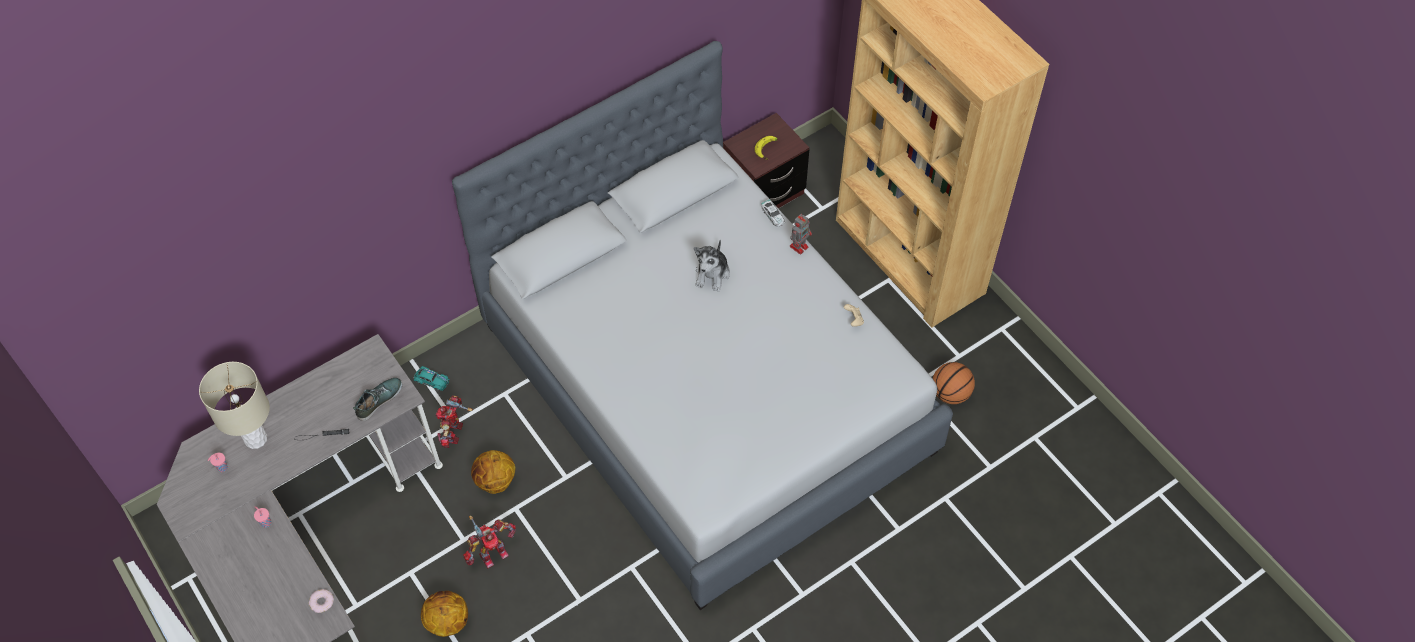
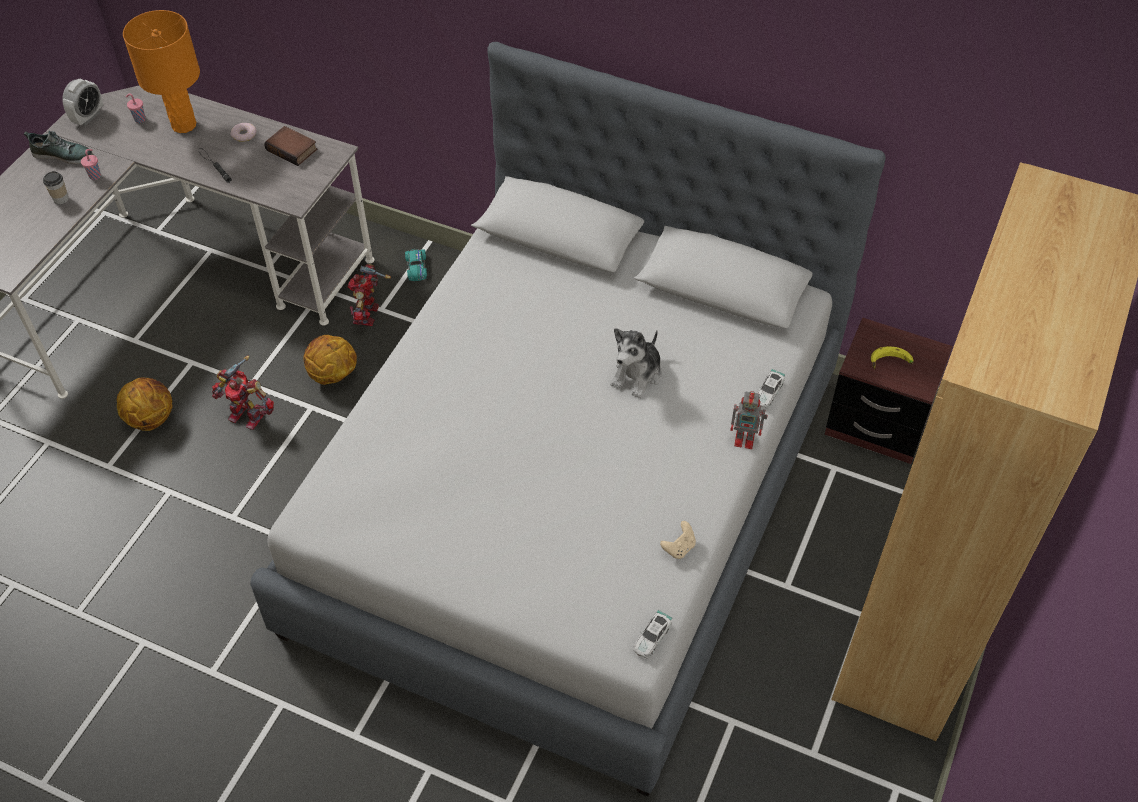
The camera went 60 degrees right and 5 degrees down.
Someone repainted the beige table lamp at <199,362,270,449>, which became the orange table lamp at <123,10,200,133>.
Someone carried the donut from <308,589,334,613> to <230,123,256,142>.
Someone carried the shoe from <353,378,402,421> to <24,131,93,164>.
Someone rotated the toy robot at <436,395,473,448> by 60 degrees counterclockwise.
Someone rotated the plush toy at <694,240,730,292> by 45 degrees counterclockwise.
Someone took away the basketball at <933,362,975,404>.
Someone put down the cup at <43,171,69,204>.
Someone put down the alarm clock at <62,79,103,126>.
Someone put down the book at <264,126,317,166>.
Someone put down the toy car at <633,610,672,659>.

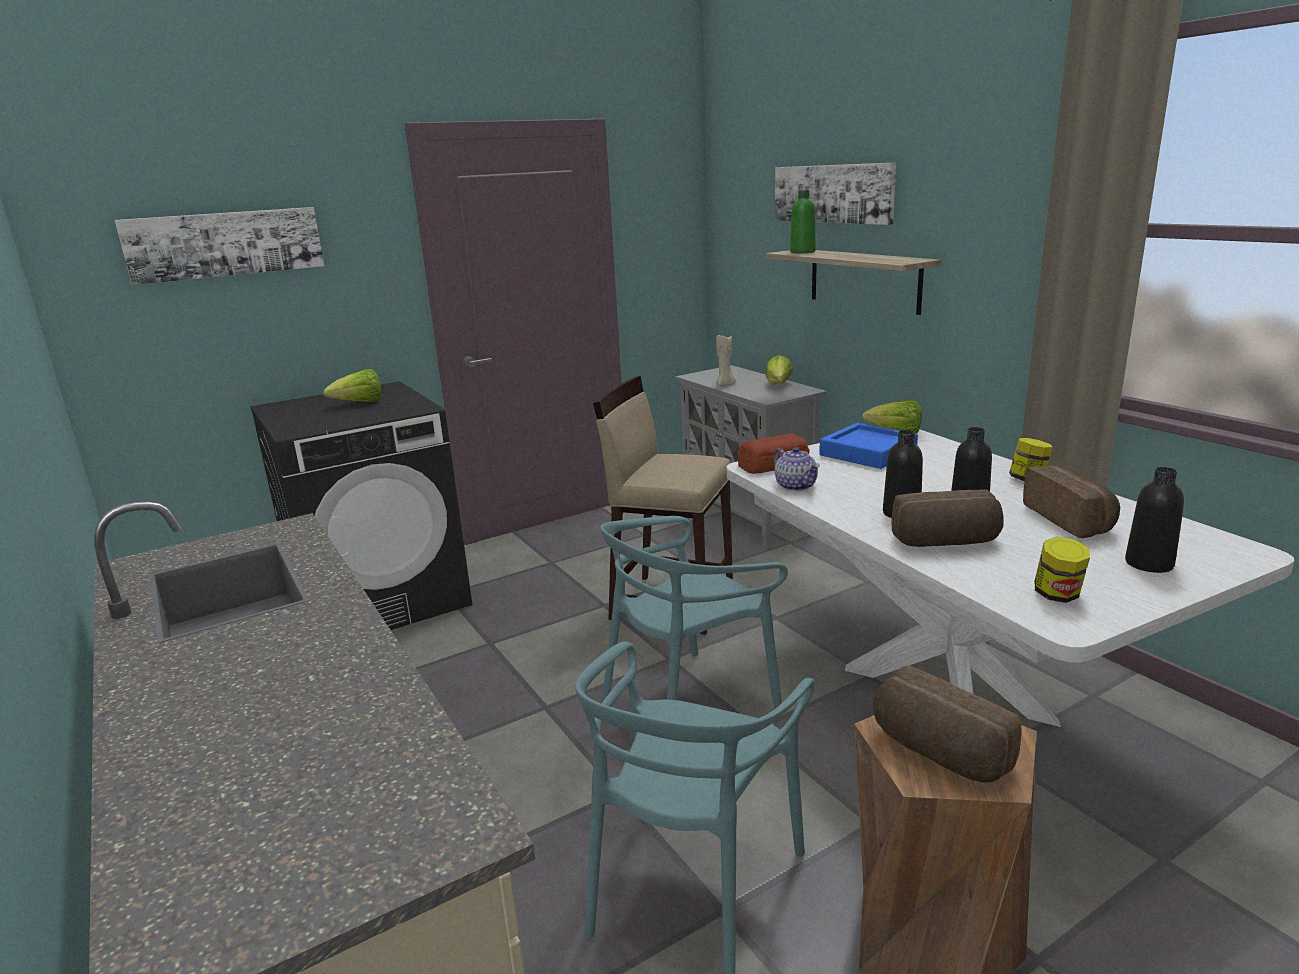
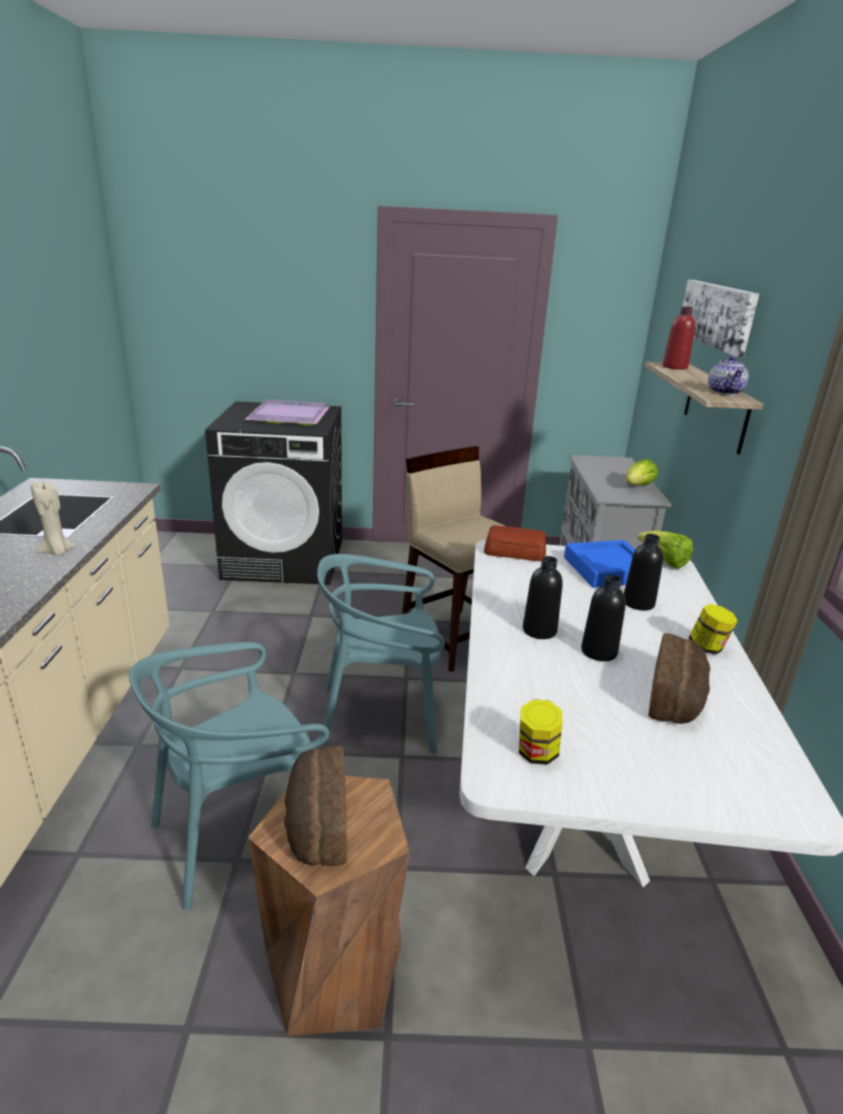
The camera went 30 degrees right and 5 degrees up.
Someone took away the picture at <115,207,324,285>.
Someone swapped the lettuce at <323,369,381,402> for the purple tray at <244,399,329,426>.
Someone carried the beige candle from <716,335,736,386> to <31,482,76,555>.
Someone carried the teapot from <774,447,820,491> to <708,356,749,395>.
Someone repainted the green bottle at <790,190,816,254>, which became the red bottle at <663,306,695,370>.
Someone took away the bread at <892,489,1004,547>.
Someone carried the black bottle from <1125,467,1184,573> to <624,534,663,611>.

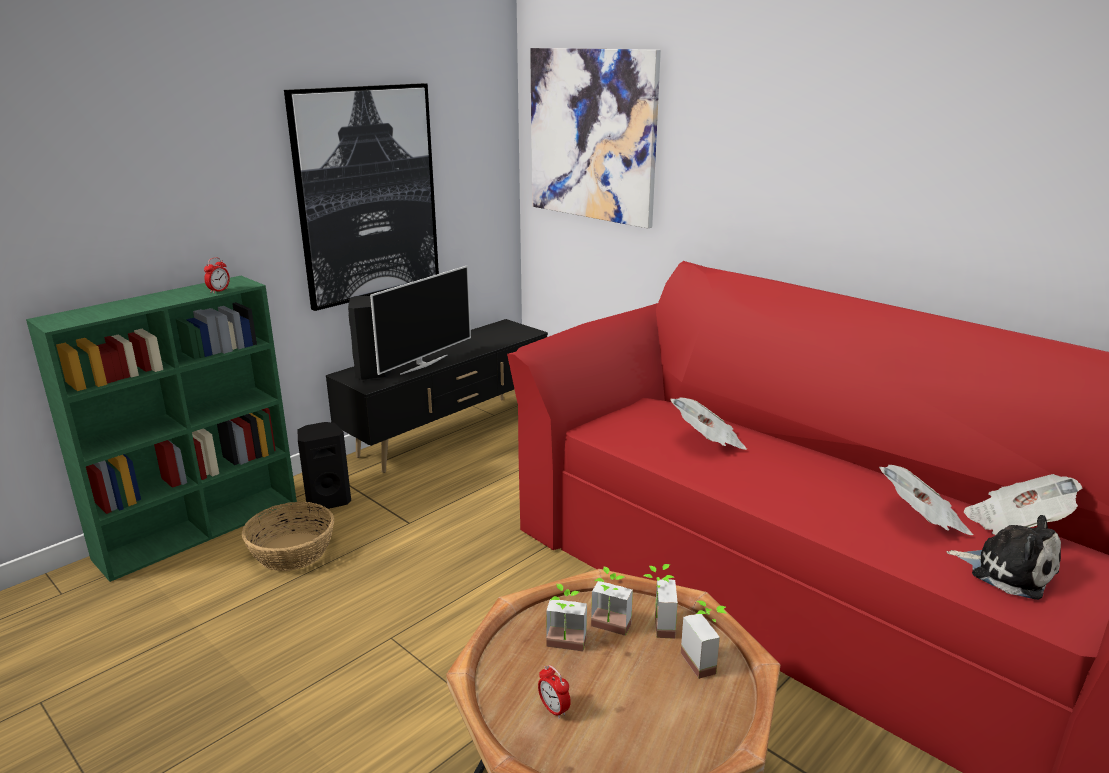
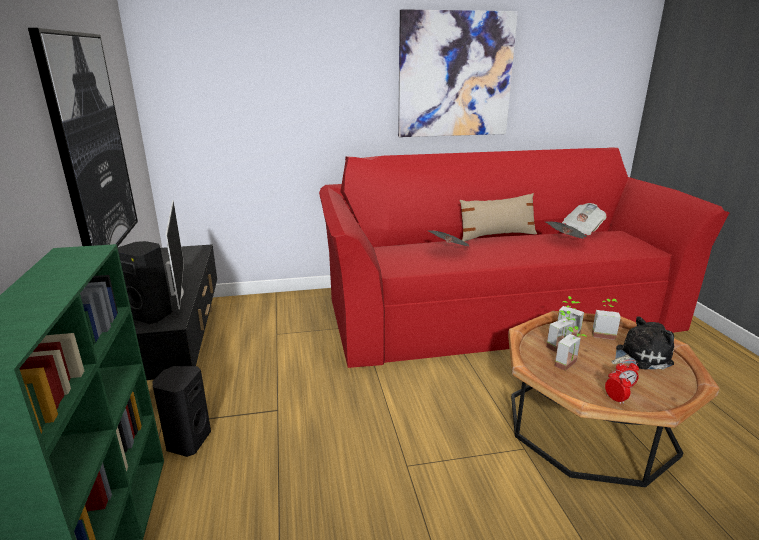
The camera went 55 degrees left and 0 degrees up.
Someone carried the alarm clock from <204,257,230,293> to <605,370,631,405>.
Someone took away the basket at <242,502,334,571>.
Someone carried the picture from <530,48,661,228> to <398,9,518,137>.
Someone carried the plush toy from <947,515,1061,600> to <611,316,674,369>.
Someone put down the beige pillow at <460,193,537,241>.

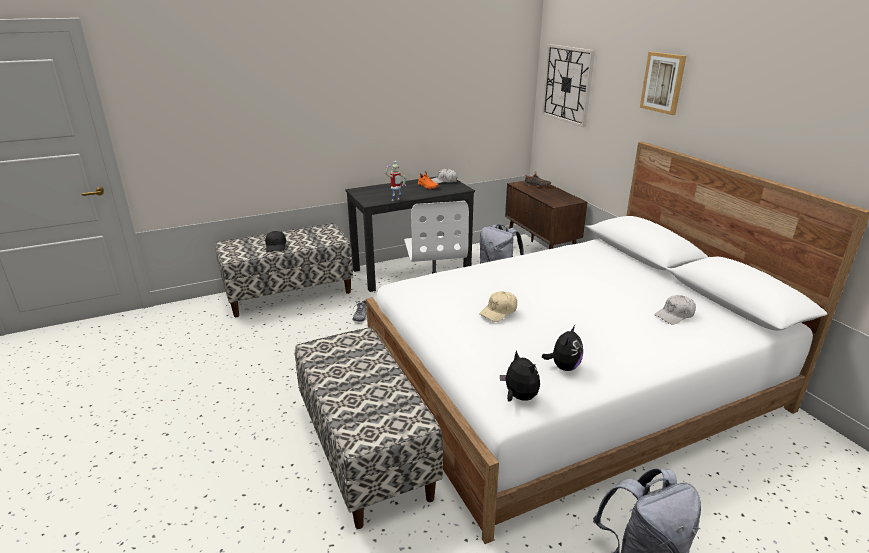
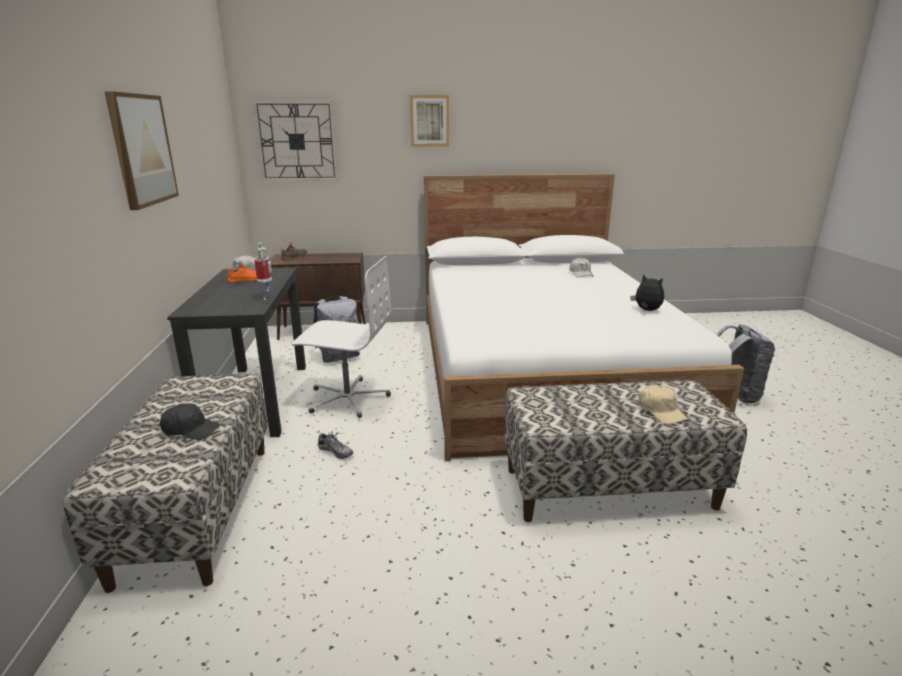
The camera went 70 degrees left and 5 degrees down.
Someone carried the beige cap from <479,291,517,322> to <639,385,688,424>.
Someone took away the plush toy at <500,350,540,402>.
Someone put up the picture at <104,91,179,210>.

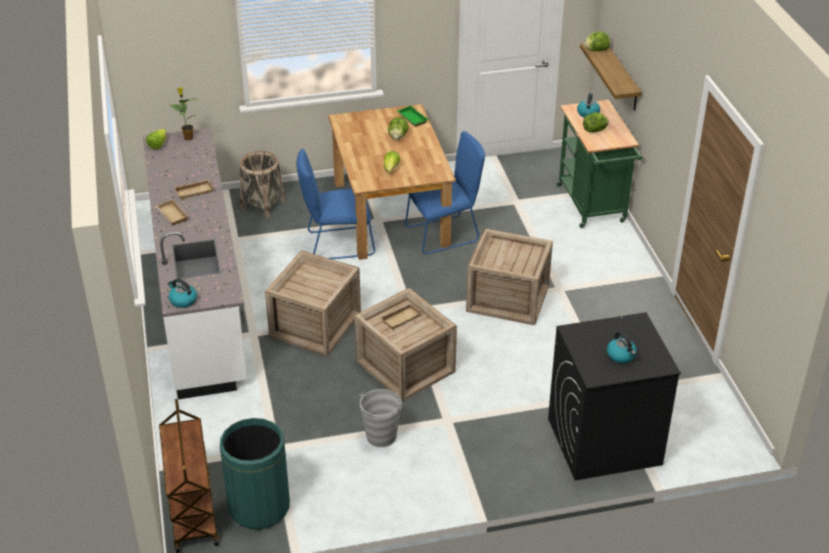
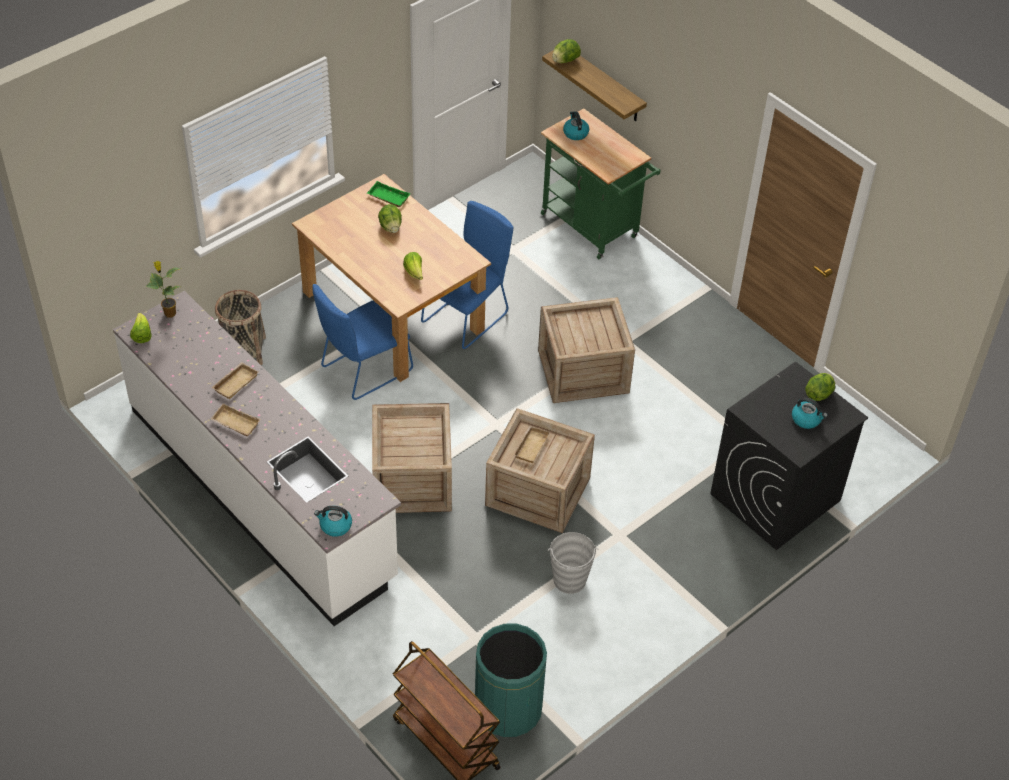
The camera went 30 degrees left and 10 degrees up.
Someone carried the lettuce from <583,112,609,133> to <805,373,835,401>.

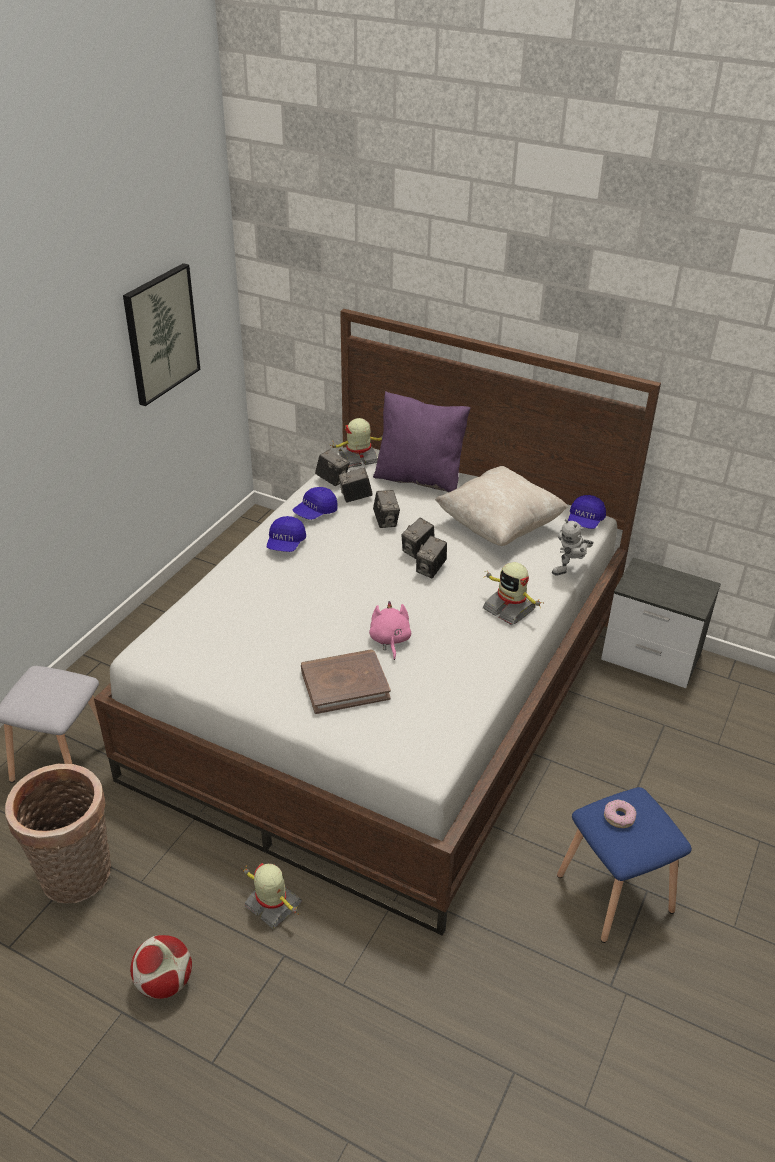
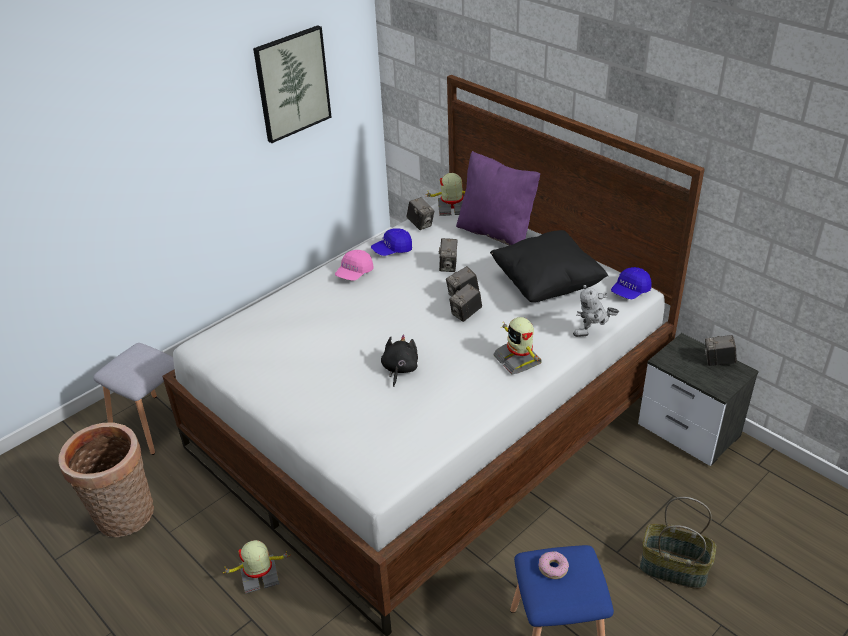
The camera went 20 degrees right and 0 degrees up.
Someone took away the football at <130,935,192,999>.
Someone rotated the toy robot at <241,863,303,929> by 75 degrees counterclockwise.
Someone repainted the blue cap at <267,516,306,552>, which became the pink cap at <335,250,374,280>.
Someone took away the brown book at <301,650,391,714>.
Someone carried the photo camera from <339,467,372,502> to <705,335,737,366>.
Someone repainted the pink plush toy at <369,601,411,660>, which became the black plush toy at <381,335,418,387>.
Someone repainted the beige pillow at <435,466,569,546>, which became the black pillow at <490,230,608,302>.
Someone put down the basket at <640,497,716,589>.

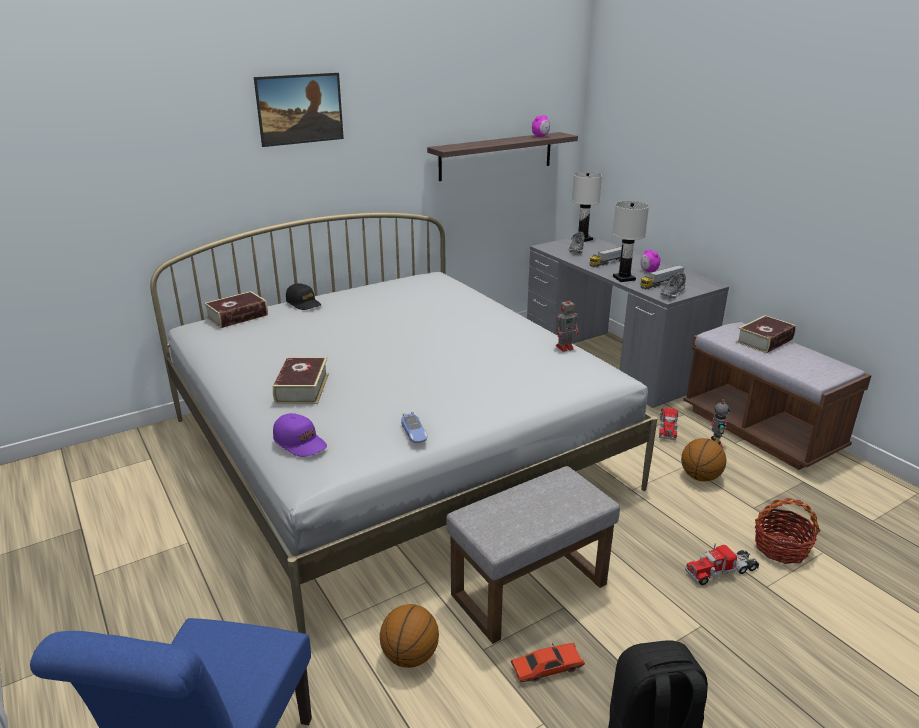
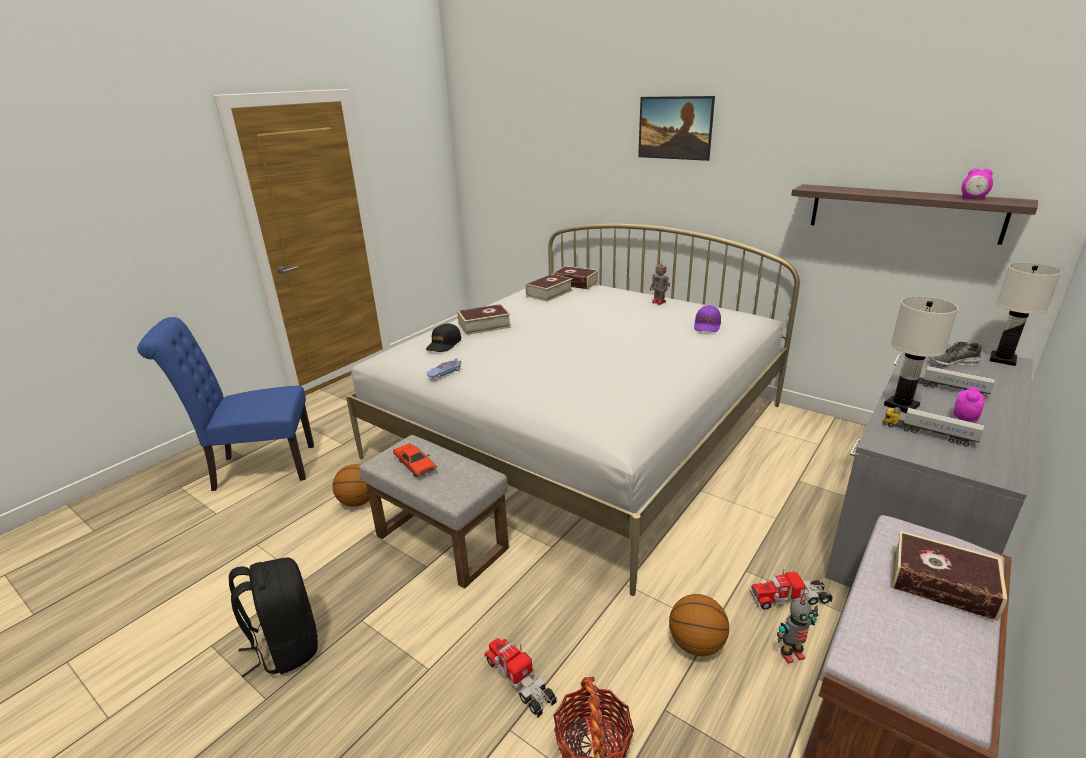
The camera went 70 degrees right and 0 degrees up.
Someone carried the purple cap from <273,413,327,457> to <694,305,721,332>.
Someone carried the black cap from <286,283,321,310> to <426,324,461,352>.
Someone carried the red toy car from <511,643,585,682> to <393,443,437,477>.
Someone carried the toy robot from <556,296,579,352> to <650,260,670,305>.
Someone took away the shoe at <660,273,686,299>.
Someone put down the book at <525,274,573,302>.

